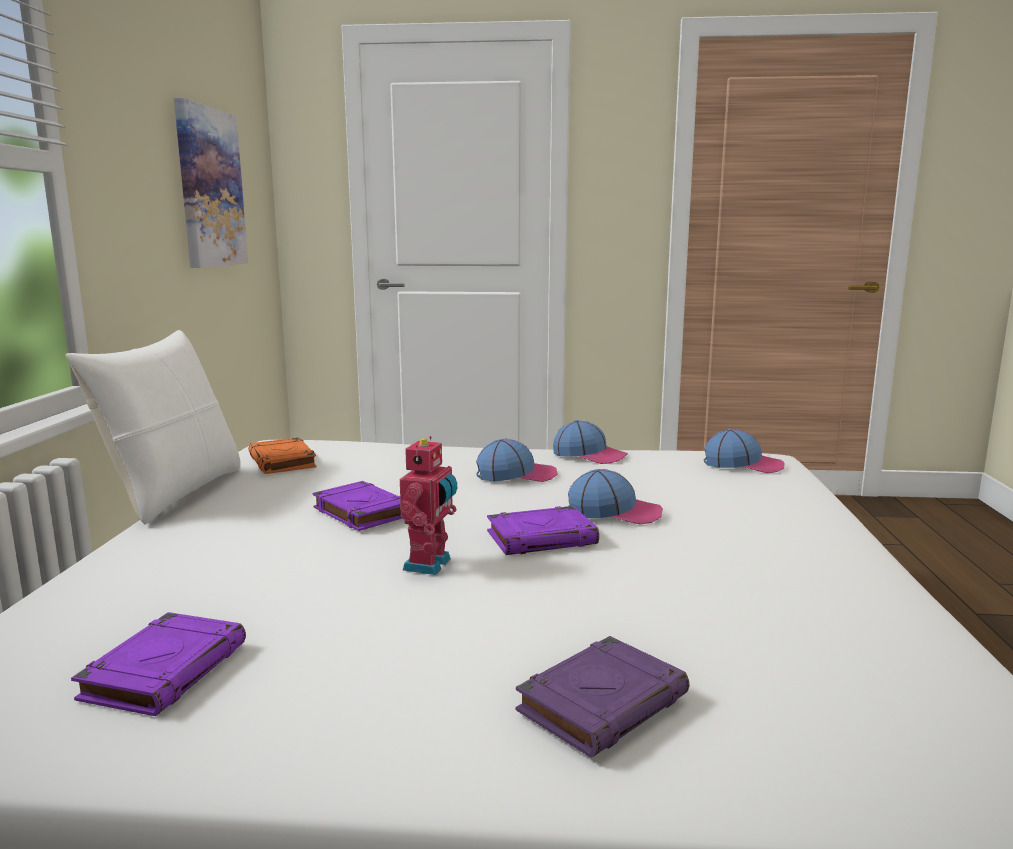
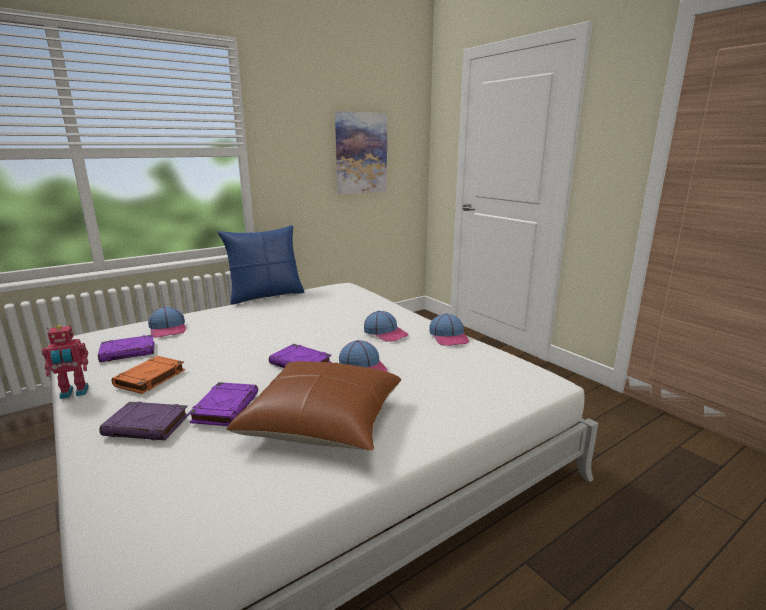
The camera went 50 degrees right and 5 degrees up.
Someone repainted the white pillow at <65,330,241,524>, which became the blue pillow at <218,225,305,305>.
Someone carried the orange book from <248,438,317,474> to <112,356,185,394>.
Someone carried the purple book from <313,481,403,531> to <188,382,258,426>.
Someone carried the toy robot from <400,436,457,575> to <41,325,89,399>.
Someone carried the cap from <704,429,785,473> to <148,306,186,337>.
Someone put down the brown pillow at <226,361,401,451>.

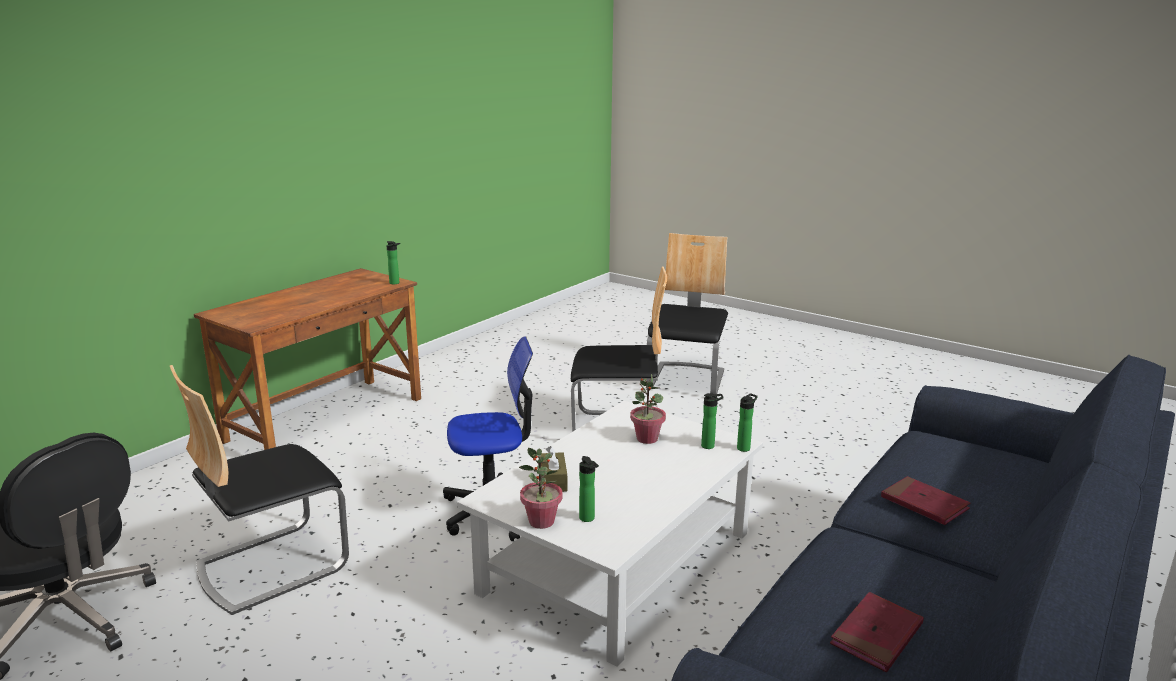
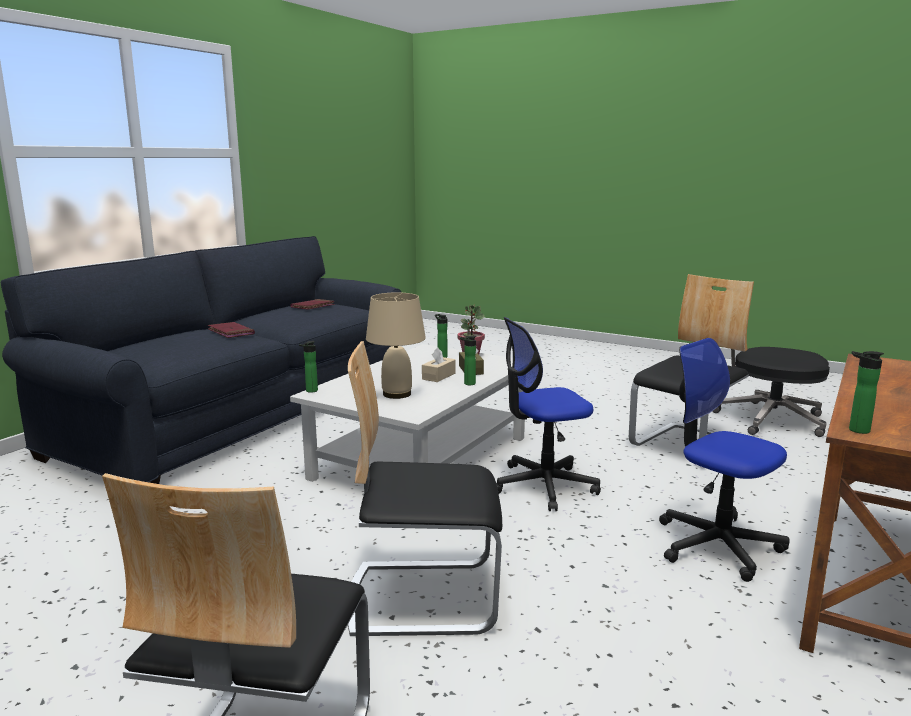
The camera went 175 degrees right and 5 degrees down.
Someone swapped the potted plant at <630,374,666,444> for the beige table lamp at <366,292,426,399>.
Someone carried the bottle from <701,393,723,449> to <460,336,476,385>.
Someone put down the beige tissue box at <422,348,456,382>.
Someone put down the office chair at <659,338,790,582>.

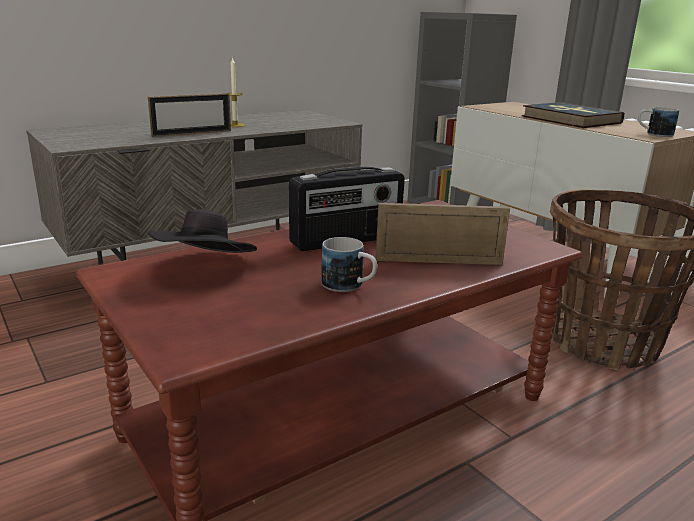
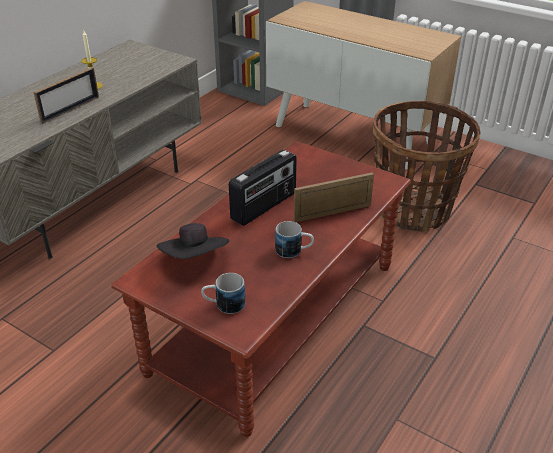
The camera went 20 degrees left and 15 degrees up.
Someone took away the book at <522,102,624,128>.
Someone carried the mug from <638,107,679,137> to <201,273,245,314>.

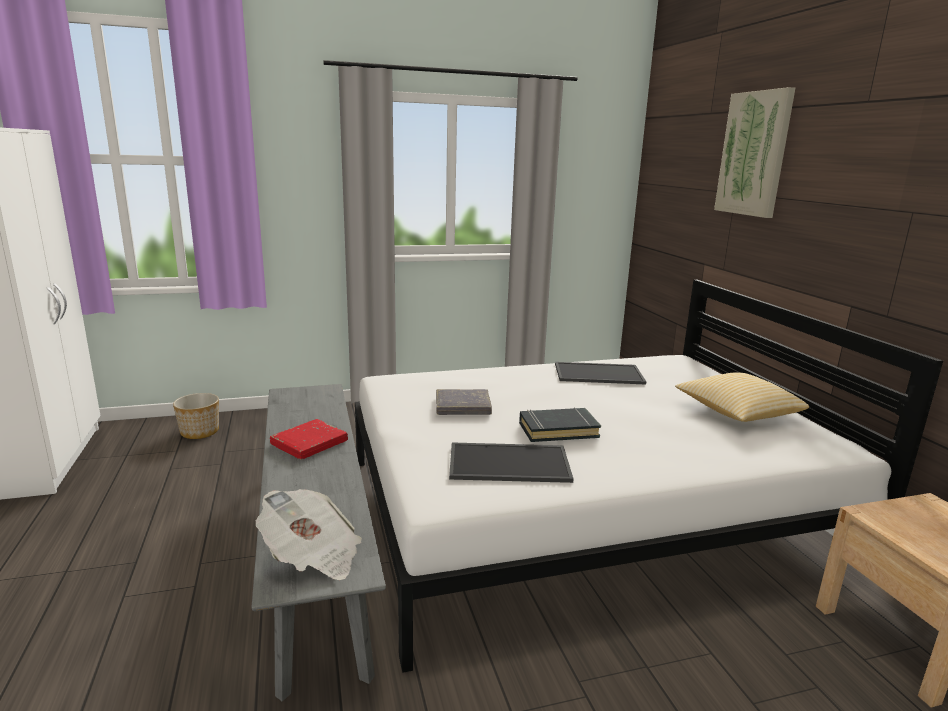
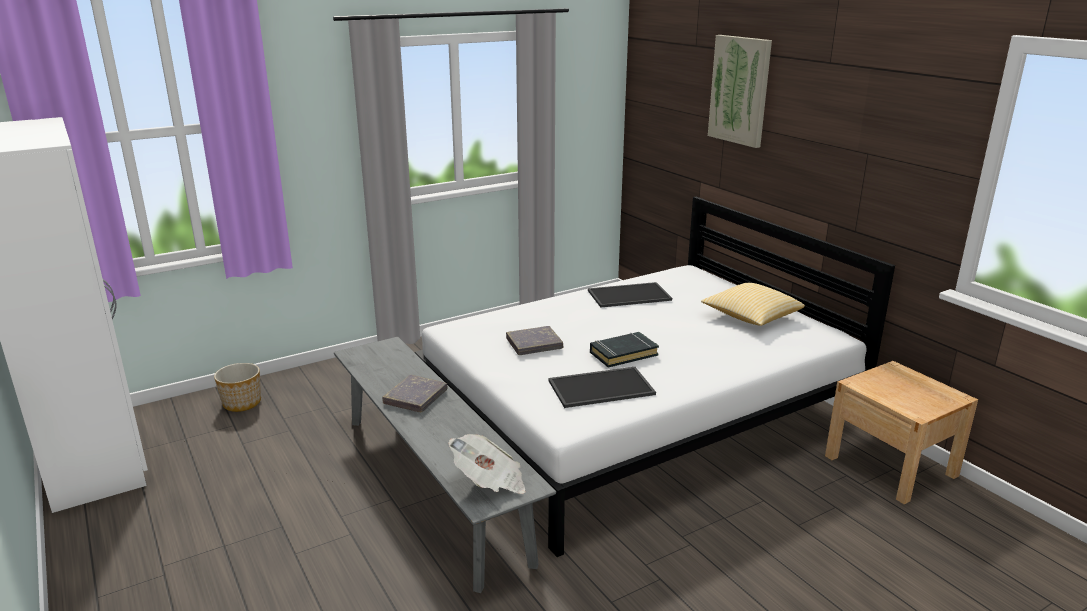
The camera went 15 degrees left and 5 degrees up.
Someone repainted the red book at <270,419,348,459>, which became the grey book at <382,375,448,412>.

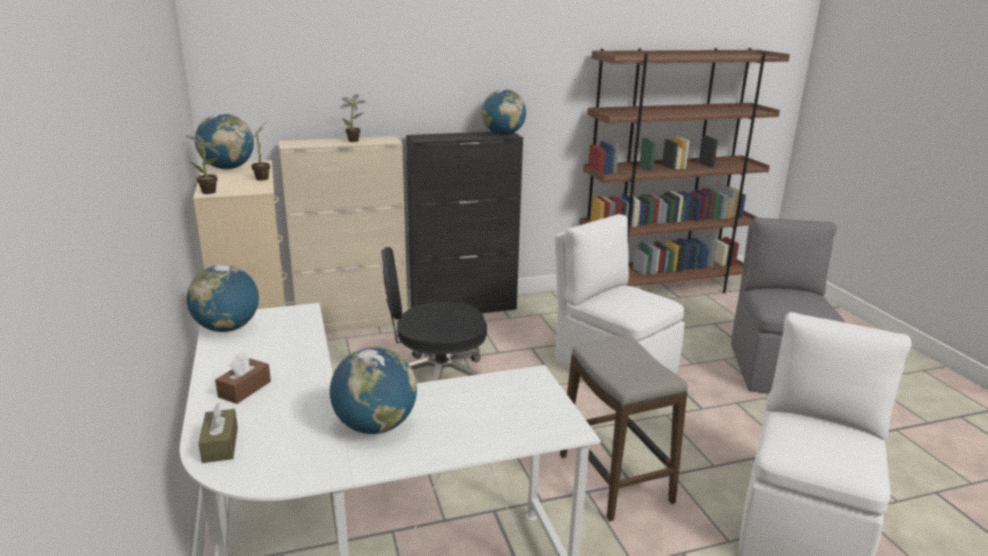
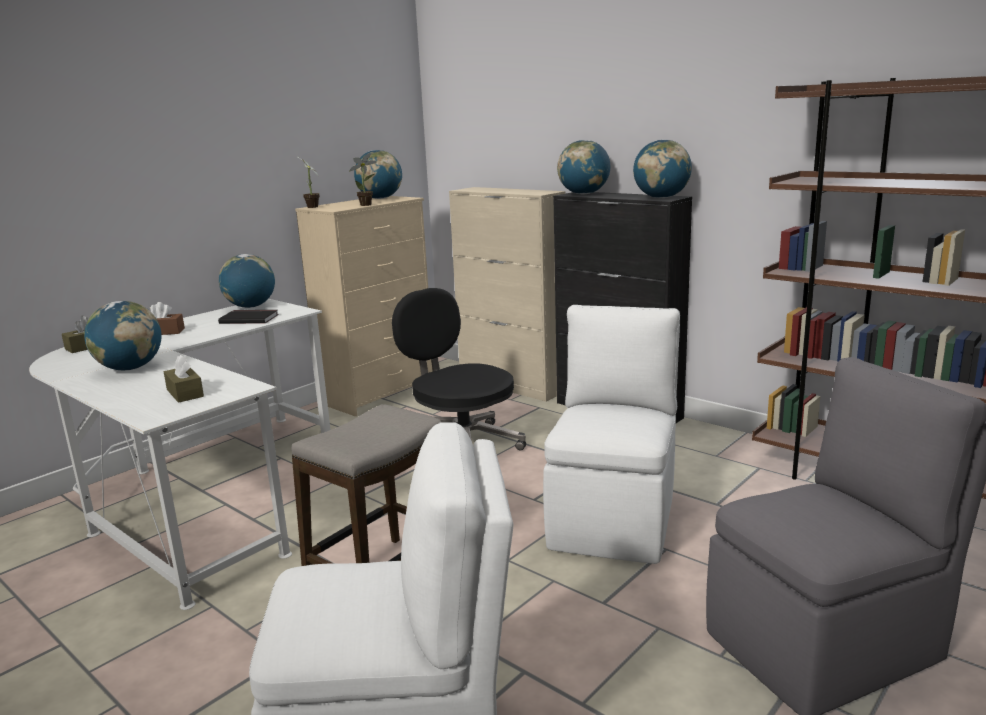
The camera went 60 degrees right and 5 degrees down.
Someone took away the potted plant at <339,94,366,142>.
Someone put down the brown tissue box at <164,355,204,403>.
Someone put down the black book at <218,310,279,324>.
Someone put down the globe at <557,140,610,194>.

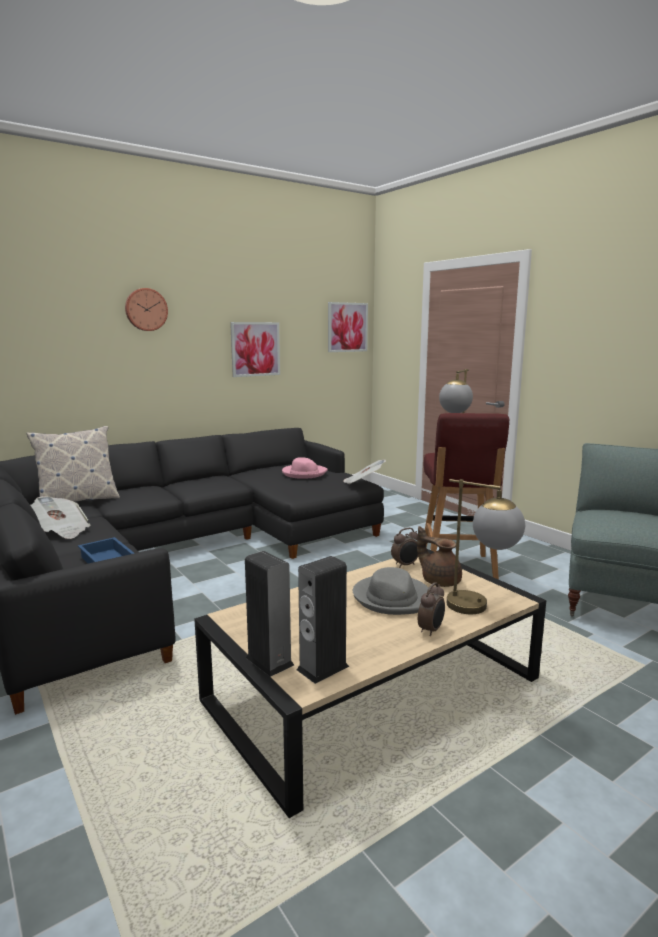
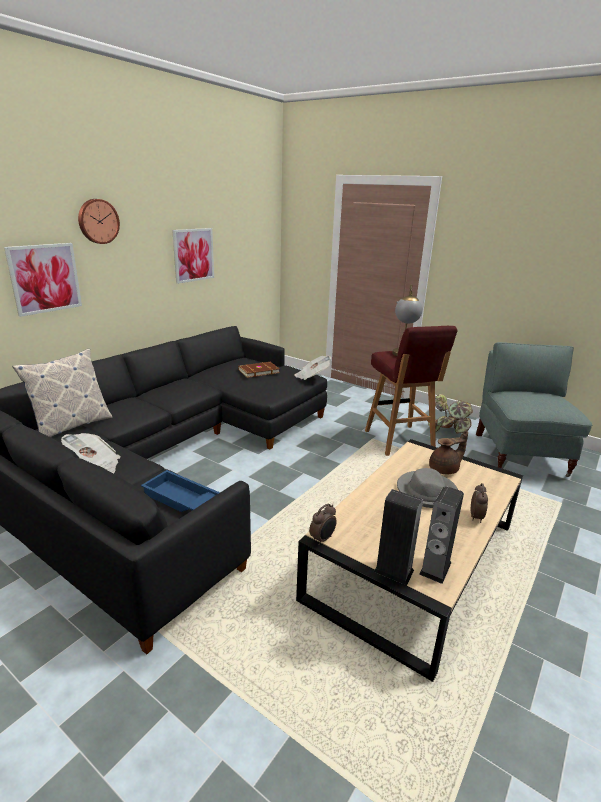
The camera went 20 degrees left and 10 degrees up.
Someone swapped the pink hat at <282,457,328,479> for the brown book at <238,362,280,378>.
Someone carried the picture from <328,302,368,352> to <4,243,82,317>.
Someone carried the alarm clock from <391,528,418,568> to <309,504,337,545>.
Someone rotated the brown teapot at <417,526,462,587> by 135 degrees clockwise.
Someone took away the table lamp at <447,479,525,614>.
Someone put down the potted plant at <428,394,473,433>.

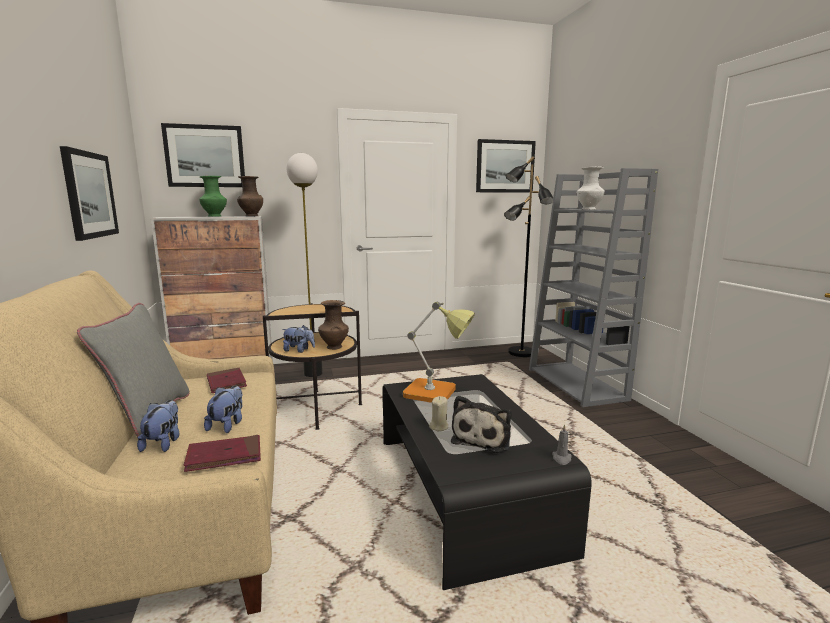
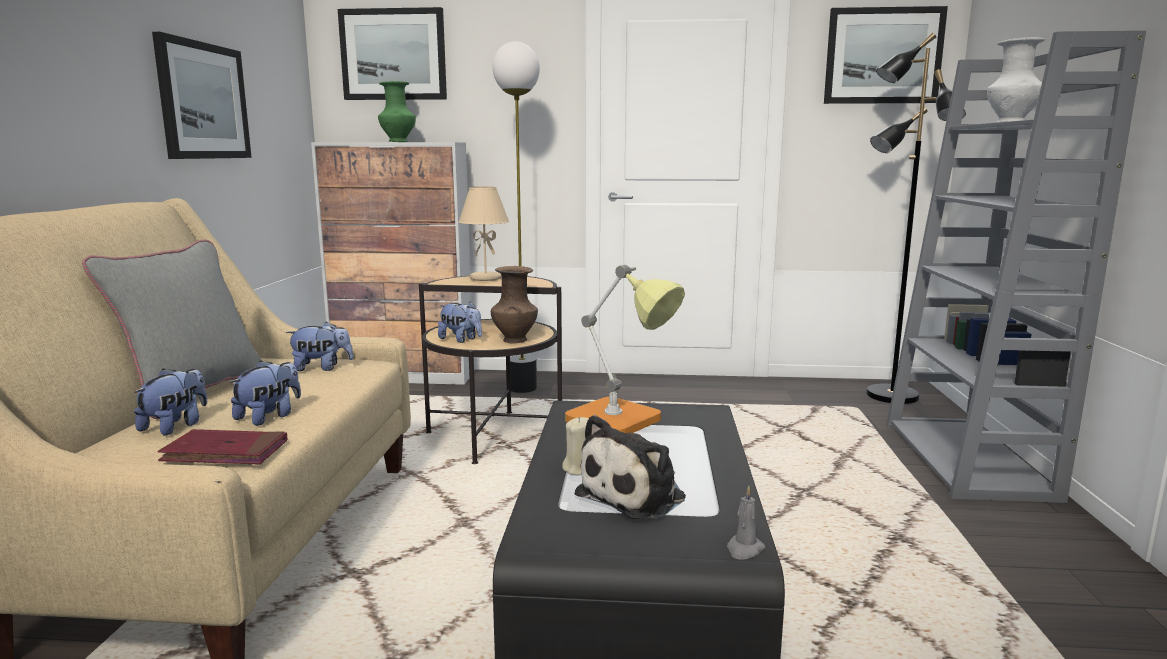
The camera went 20 degrees right and 0 degrees up.
Someone swapped the red book at <207,368,247,393> for the plush toy at <286,322,354,371>.
Someone took away the brown vase at <237,176,263,216>.
Someone put down the beige table lamp at <459,187,509,281>.

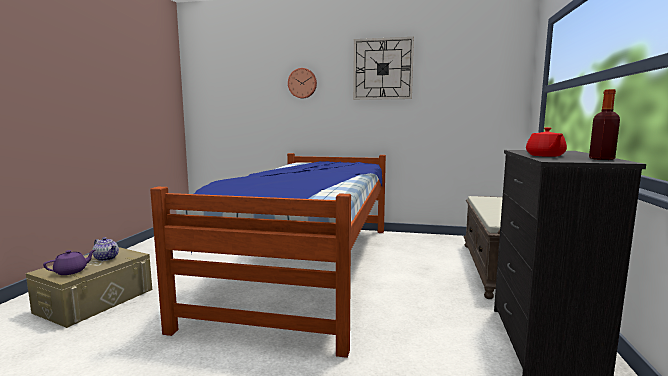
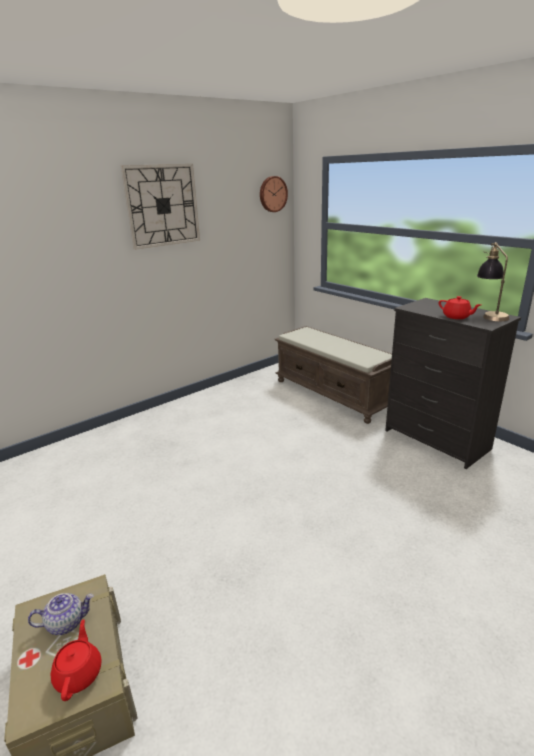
The camera went 50 degrees left and 15 degrees up.
Someone repainted the purple teapot at <43,249,96,275>, which became the red teapot at <51,619,102,701>.
Someone took away the bed at <150,153,386,358>.
Someone carried the wall clock from <288,68,317,98> to <260,176,288,212>.
Someone swapped the bottle at <589,89,620,160> for the table lamp at <477,242,509,321>.

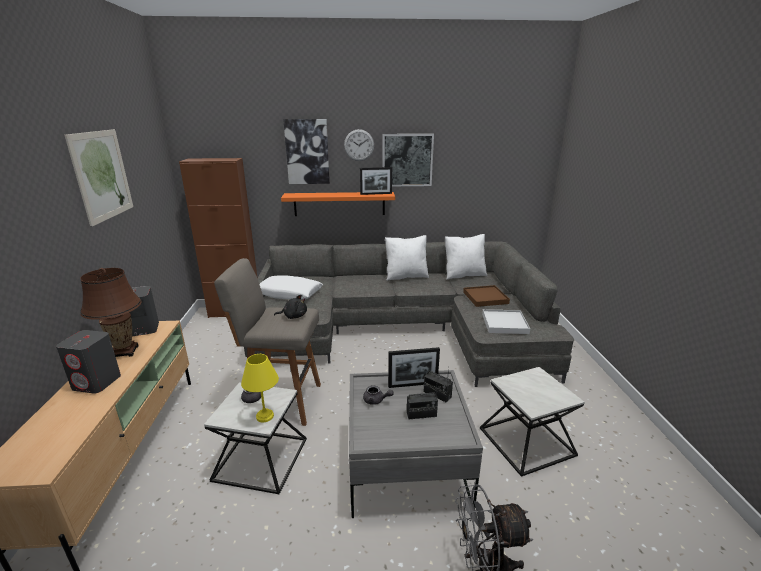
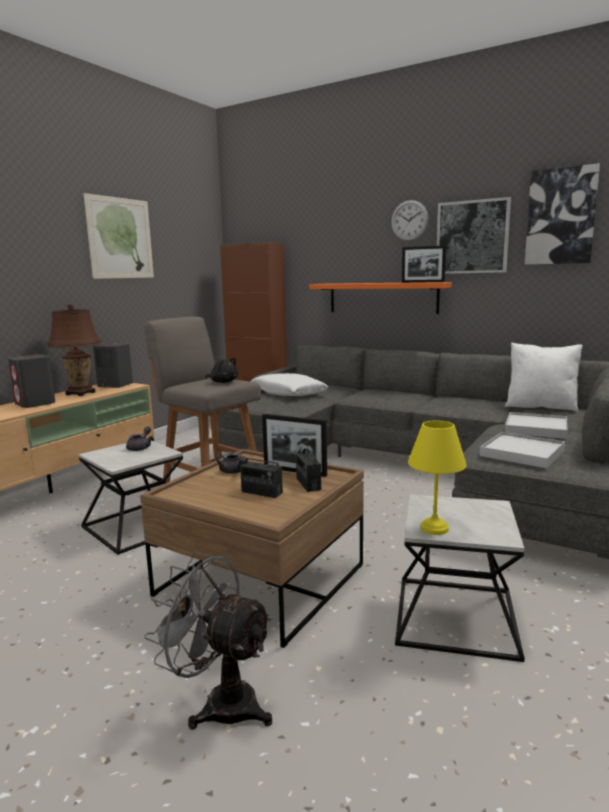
The camera went 35 degrees right and 10 degrees down.
Someone carried the yellow table lamp from <241,354,279,422> to <408,420,467,535>.
Someone carried the picture from <283,119,330,184> to <525,163,600,265>.
Someone repainted the grey coffee table at <349,370,483,518>, which became the brown coffee table at <140,449,364,648>.
Someone took away the white pillow at <385,235,429,281>.
Someone repainted the brown tray at <463,285,510,307>, which became the white tray at <505,412,568,439>.

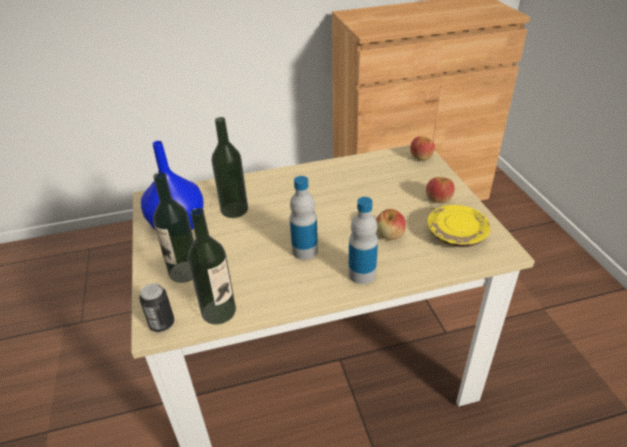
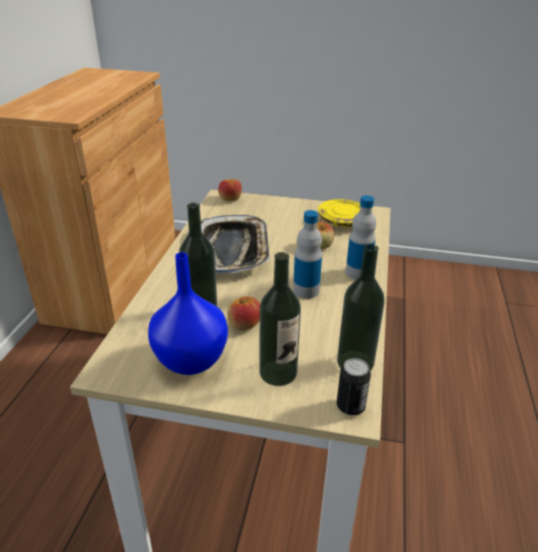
The camera went 65 degrees left and 5 degrees down.
Someone carried the apple from <426,177,455,203> to <227,296,260,331>.
Someone put down the tray at <201,215,270,274>.

